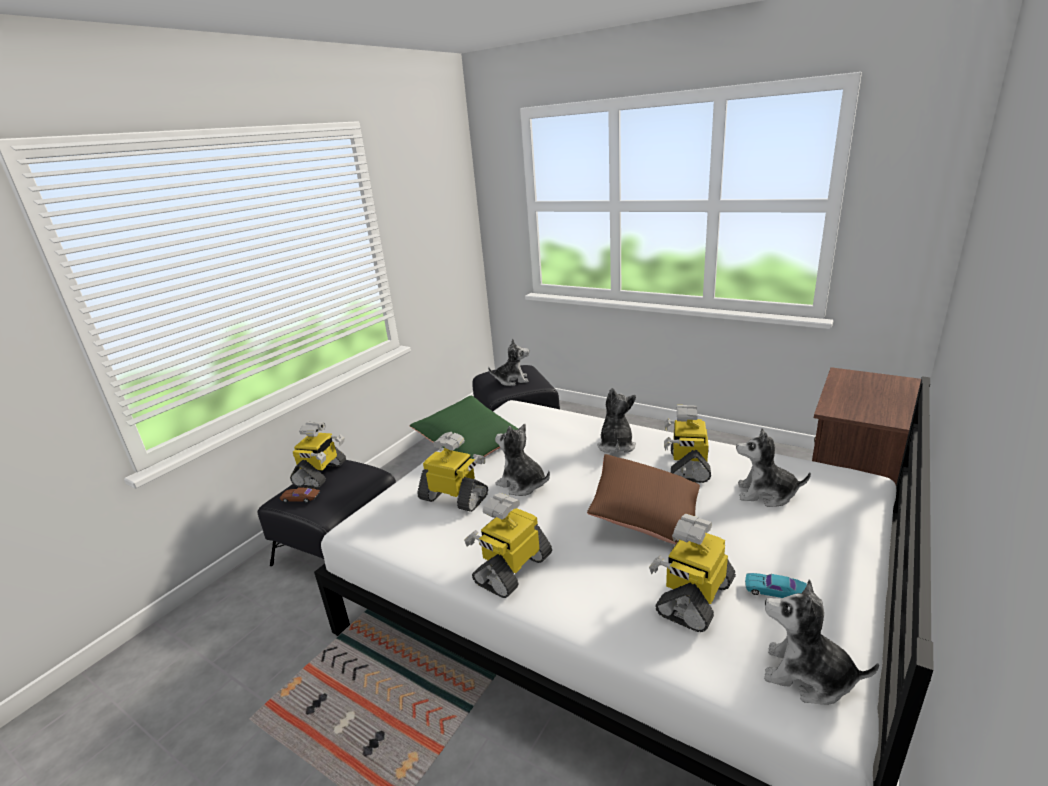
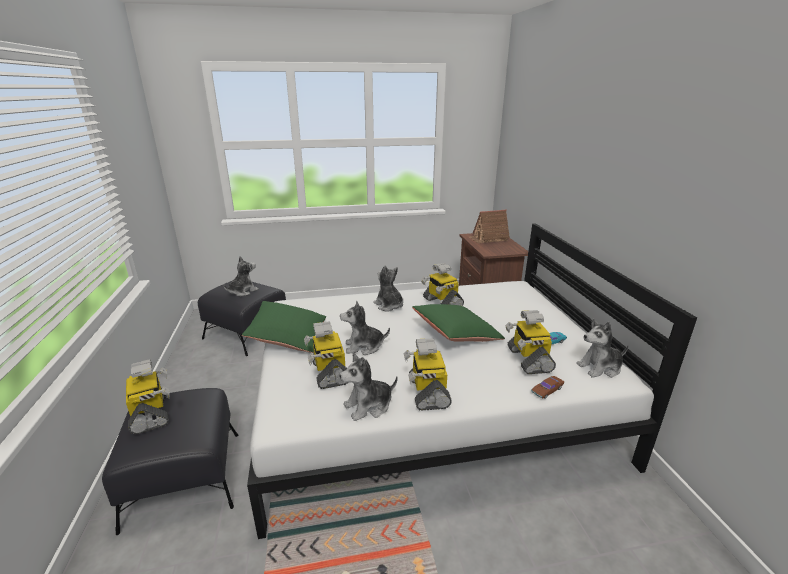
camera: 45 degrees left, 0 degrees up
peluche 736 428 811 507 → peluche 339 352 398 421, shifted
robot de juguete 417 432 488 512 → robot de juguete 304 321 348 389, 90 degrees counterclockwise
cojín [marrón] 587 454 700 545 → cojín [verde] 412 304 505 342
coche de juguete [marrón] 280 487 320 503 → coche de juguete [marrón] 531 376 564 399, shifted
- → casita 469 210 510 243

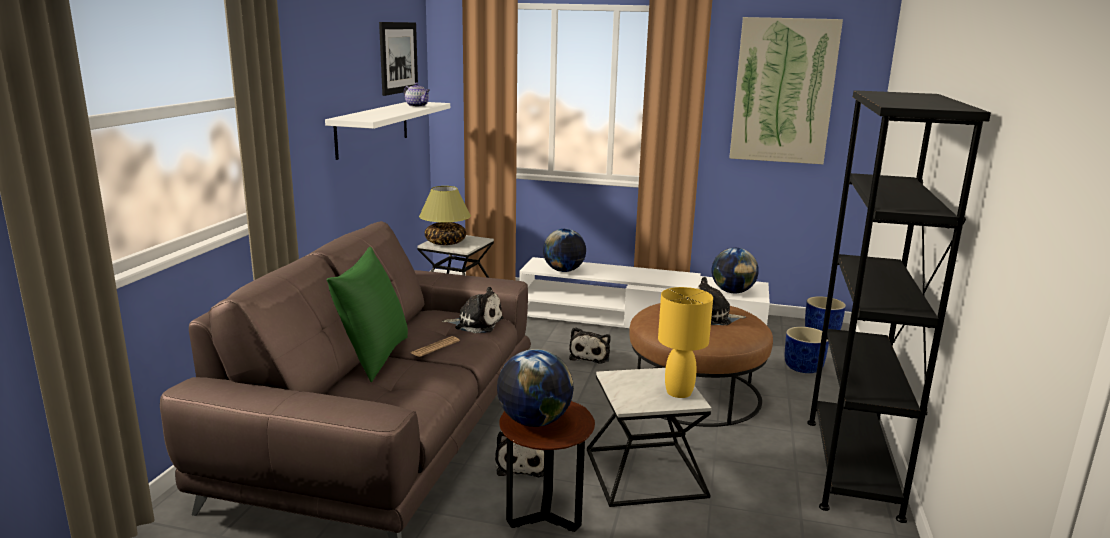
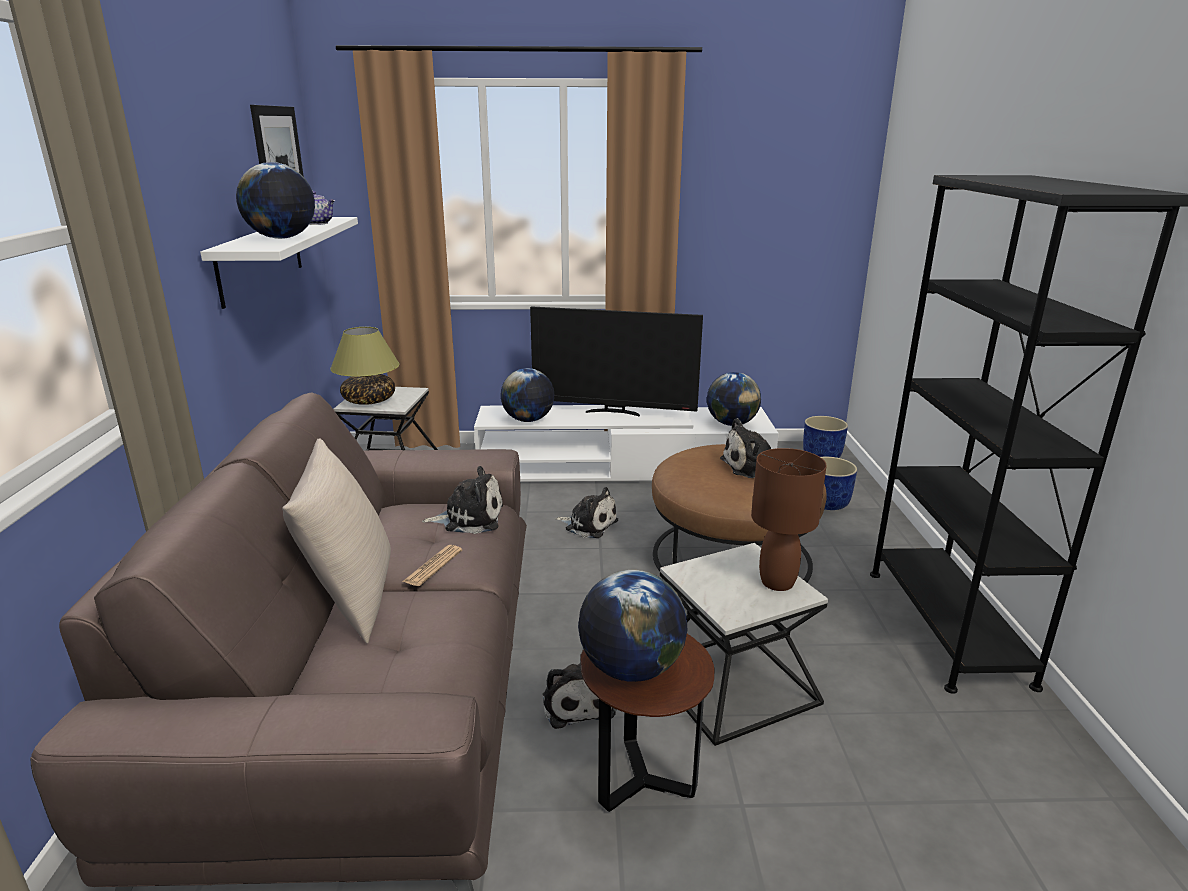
camera: 15 degrees left, 5 degrees up
cuadro 729 17 843 164 → -
cojín [verde] 327 247 408 382 → cojín [beis] 282 438 391 644
lámpara de mesa [amarillo] 658 287 713 398 → lámpara de mesa [marrón] 751 448 827 591
peluche 569 327 611 364 → peluche 555 487 618 538, 60 degrees counterclockwise
- → globo terráqueo 236 162 315 239
- → televisor 530 306 703 417

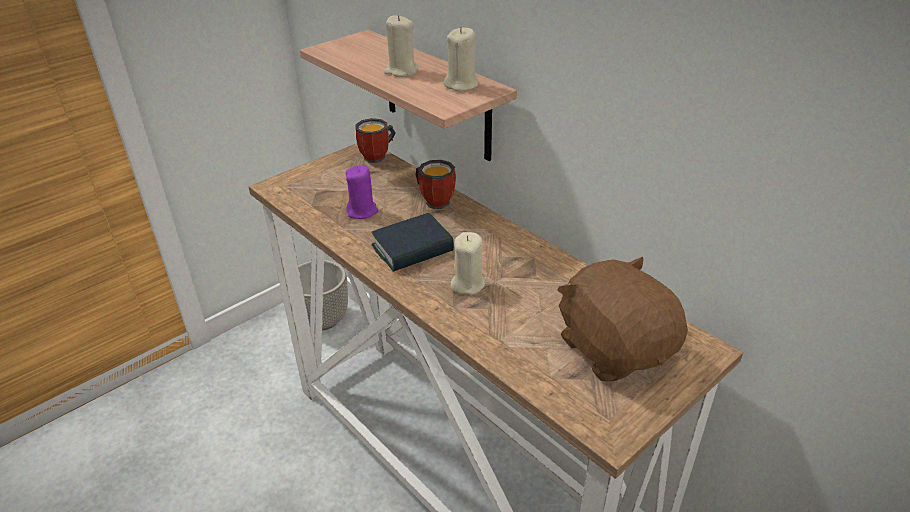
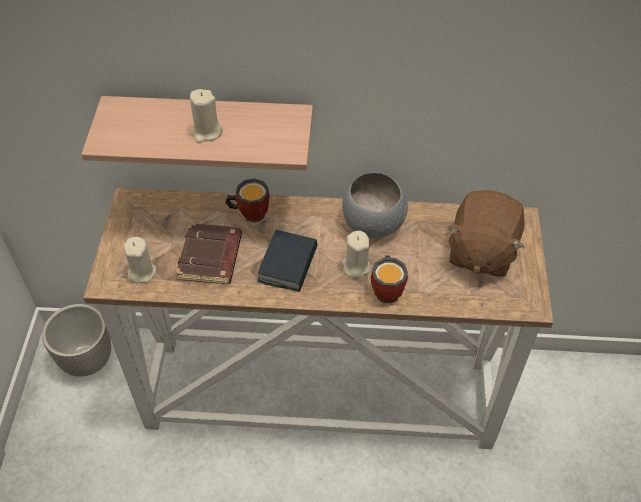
camera: 45 degrees left, 15 degrees up
vela [beis] 444 27 478 91 → vela [beis] 124 237 156 283, shifted
taza grande 356 118 396 163 → taza grande 371 255 408 304, shifted
vela [morado] 346 165 378 219 → libro [marrón] 176 223 242 284
peluche [marrón] 558 257 688 382 → peluche [marrón] 447 190 525 277, 90 degrees counterclockwise
- → cuenco [gris] 342 172 408 238

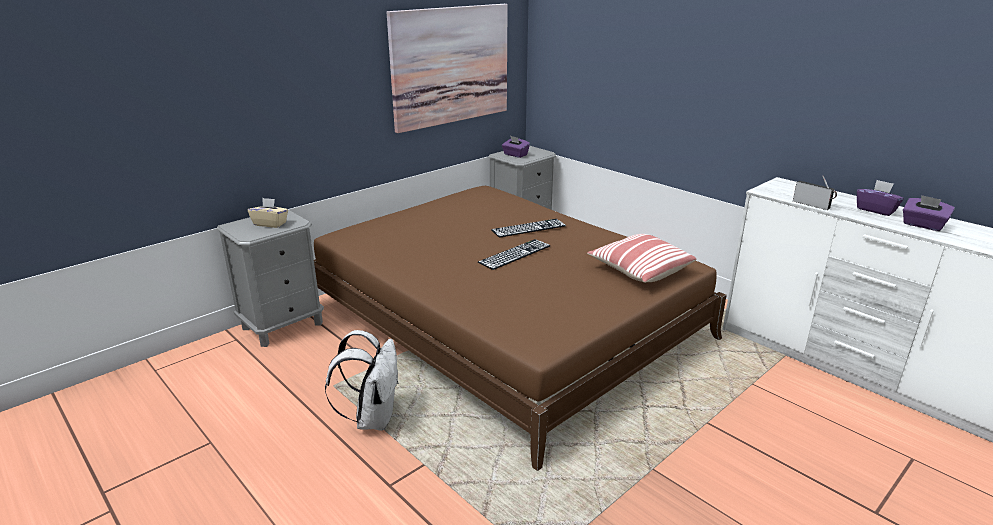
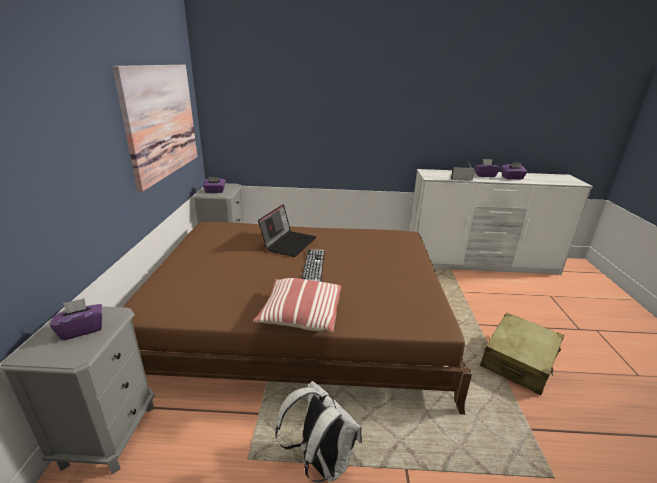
camera: 45 degrees left, 0 degrees up
caja de pañuelos [beis] 248 198 288 228 → caja de pañuelos [morado] 50 298 102 340
teclado 491 219 566 238 → portátil 258 204 316 257
cojín 587 234 697 283 → cojín 253 278 341 333, shifted
- → maleta [beis] 480 312 564 395

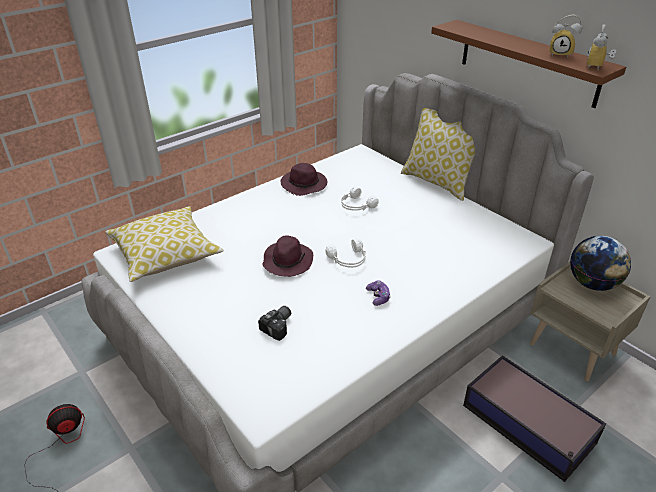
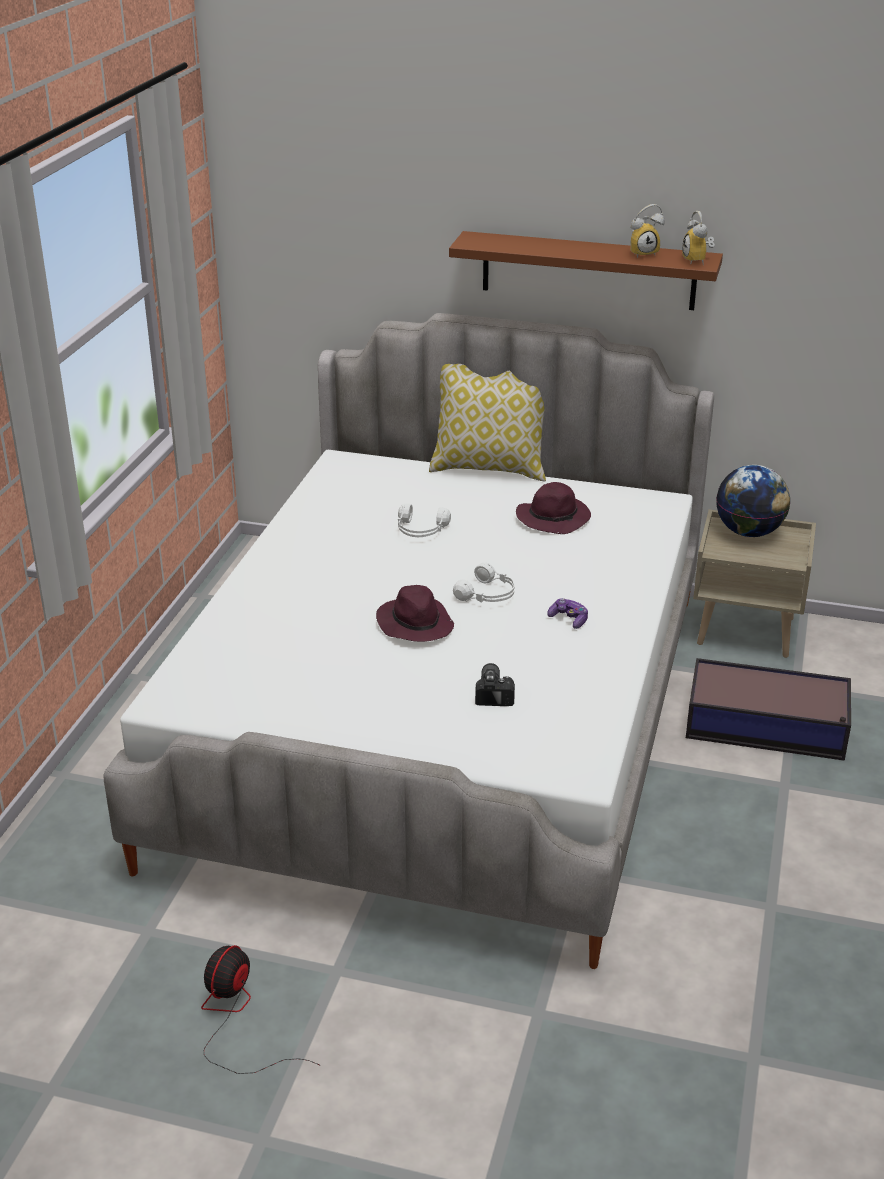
camera: 35 degrees left, 5 degrees down
sombrero [morado] 280 163 327 196 → sombrero [morado] 516 482 591 534, shifted
cojín 105 206 224 282 → -

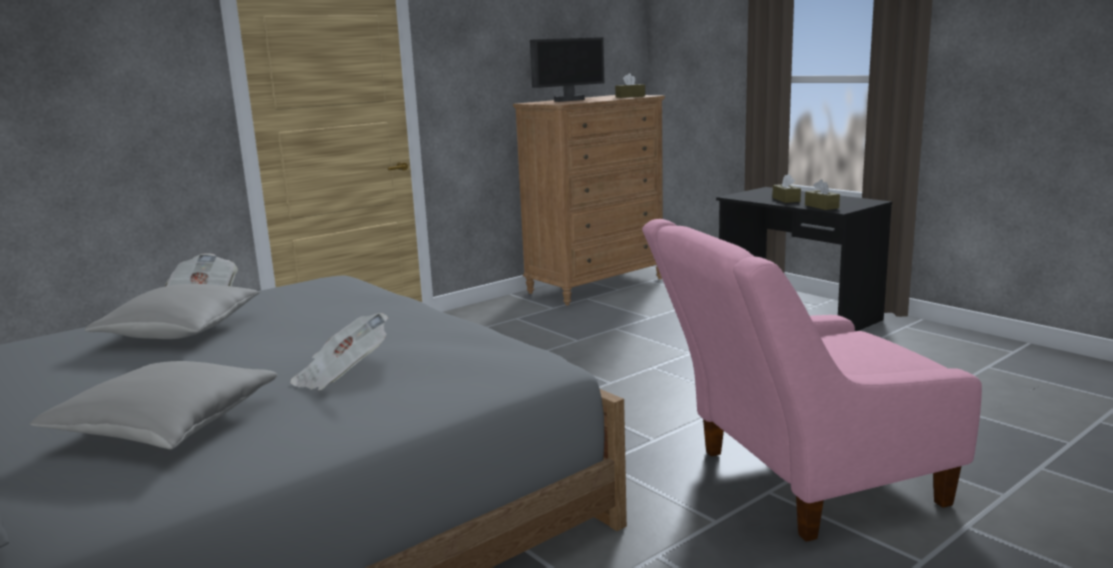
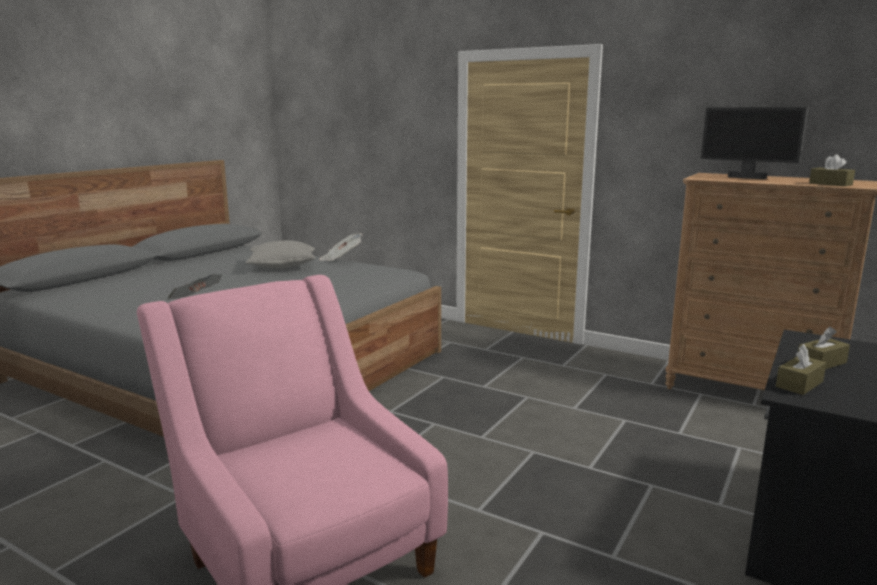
camera: 70 degrees right, 0 degrees up
cojín [gris] 29 361 278 450 → -

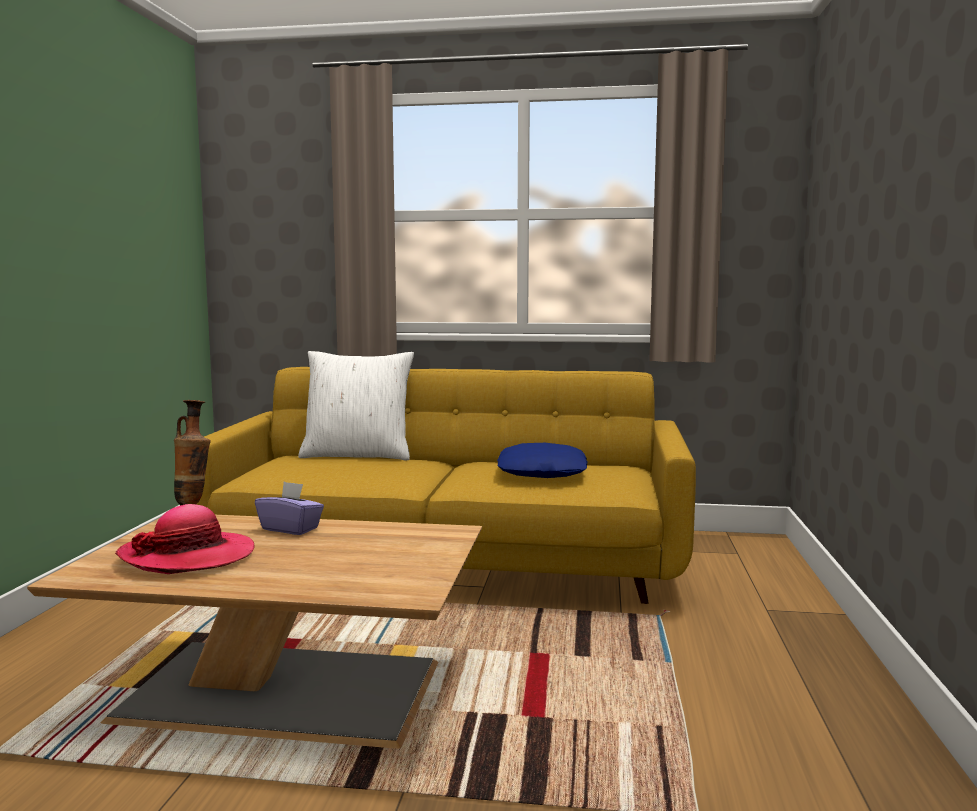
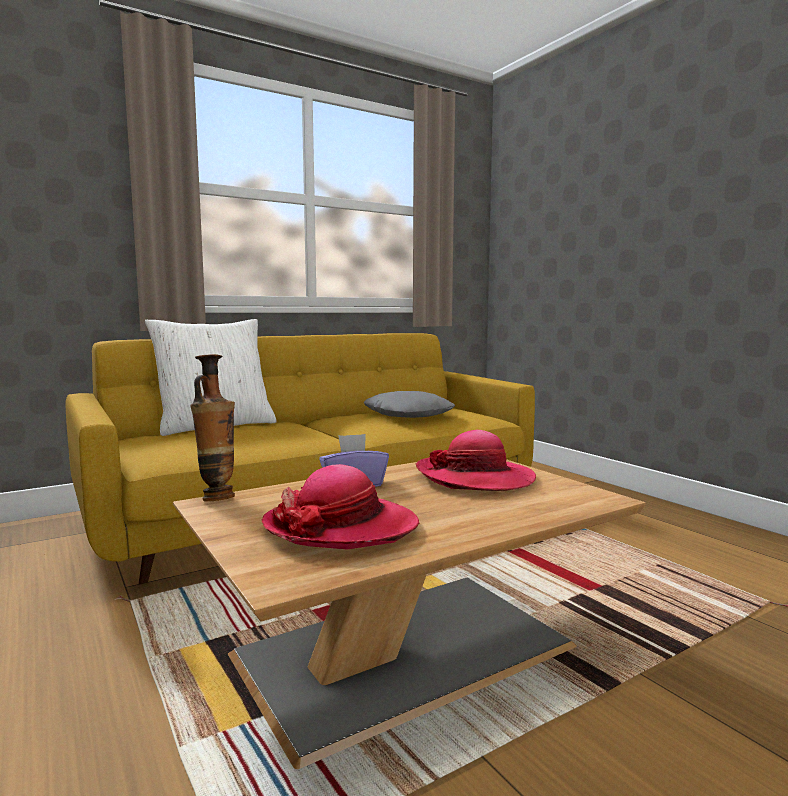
camera: 40 degrees left, 0 degrees up
cojín [azul] 497 443 588 478 → cojín [gris] 364 391 455 418
- → sombrero 415 430 536 491

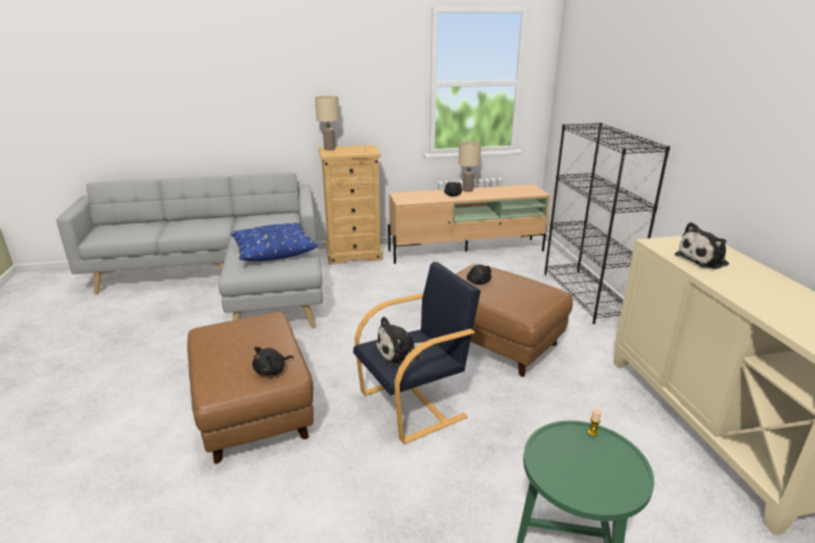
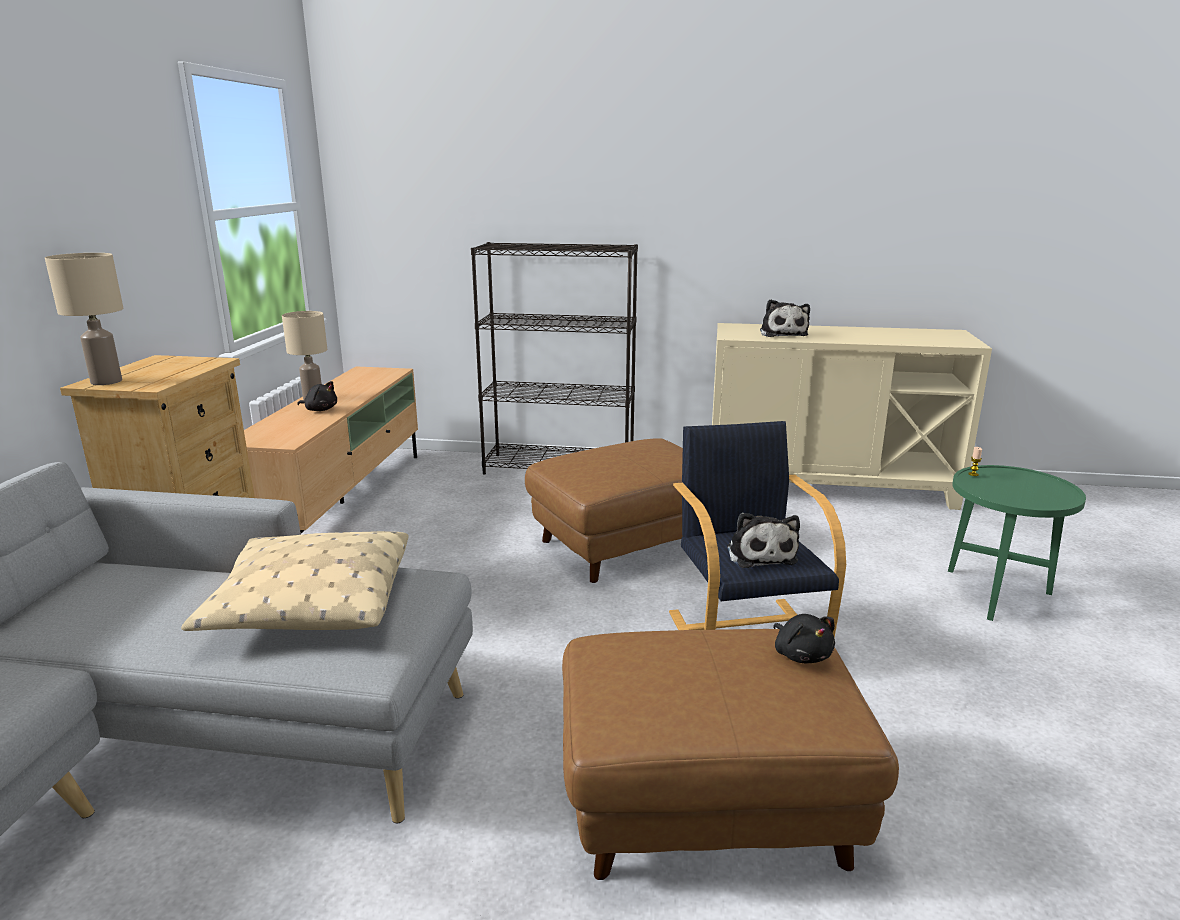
camera: 70 degrees left, 5 degrees down
cojín [azul] 230 223 318 261 → cojín [beis] 181 531 409 631
peluche [negro] 467 265 491 285 → -

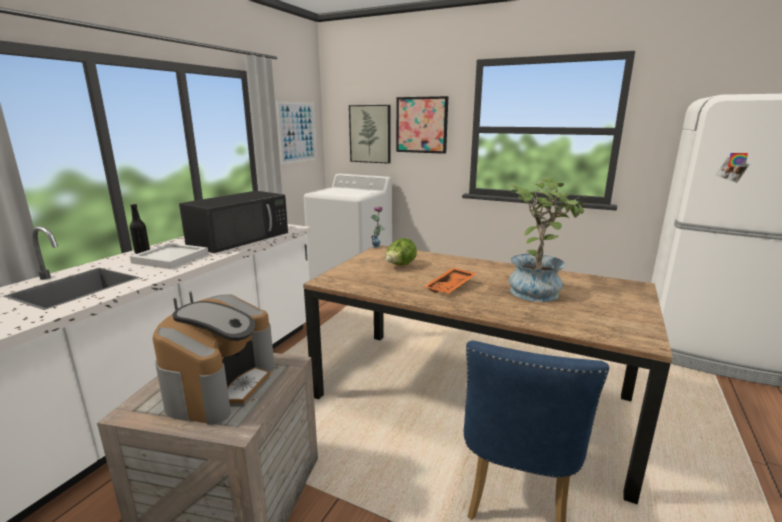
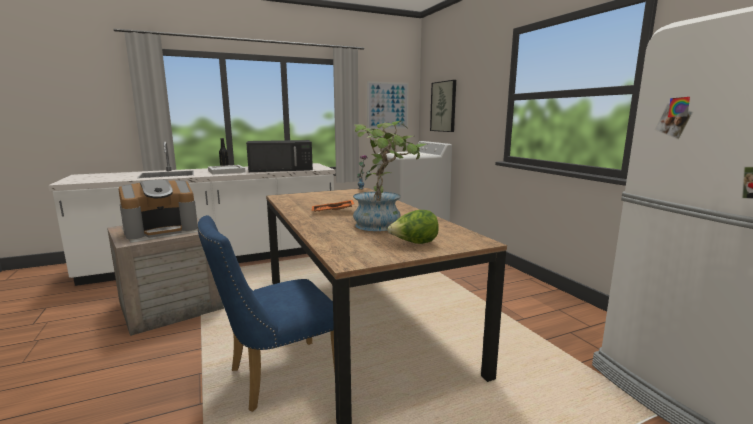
camera: 40 degrees right, 5 degrees down
cuadro 396 96 448 154 → -
lechuga 385 238 417 265 → lechuga 388 210 439 244, shifted

